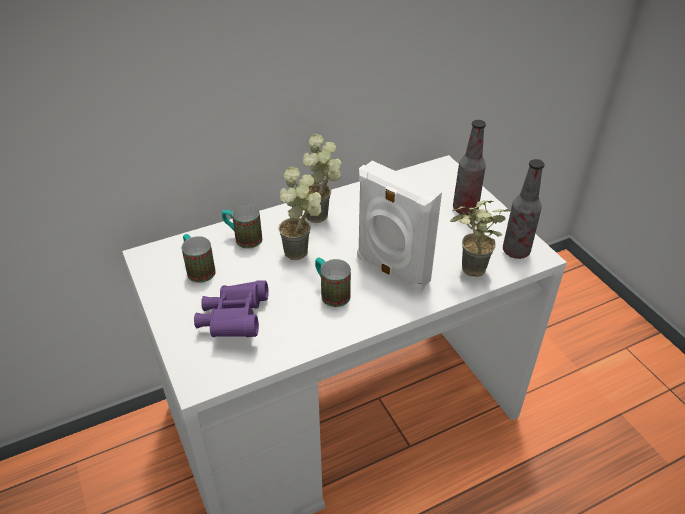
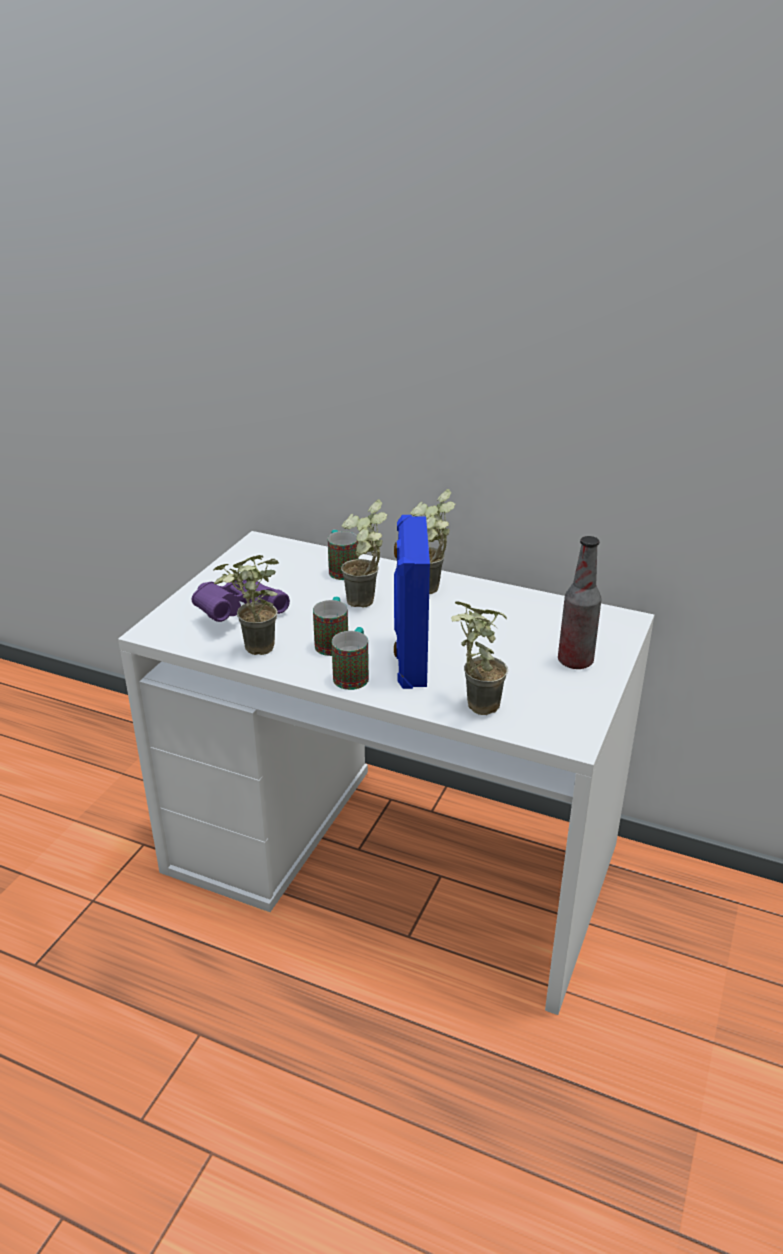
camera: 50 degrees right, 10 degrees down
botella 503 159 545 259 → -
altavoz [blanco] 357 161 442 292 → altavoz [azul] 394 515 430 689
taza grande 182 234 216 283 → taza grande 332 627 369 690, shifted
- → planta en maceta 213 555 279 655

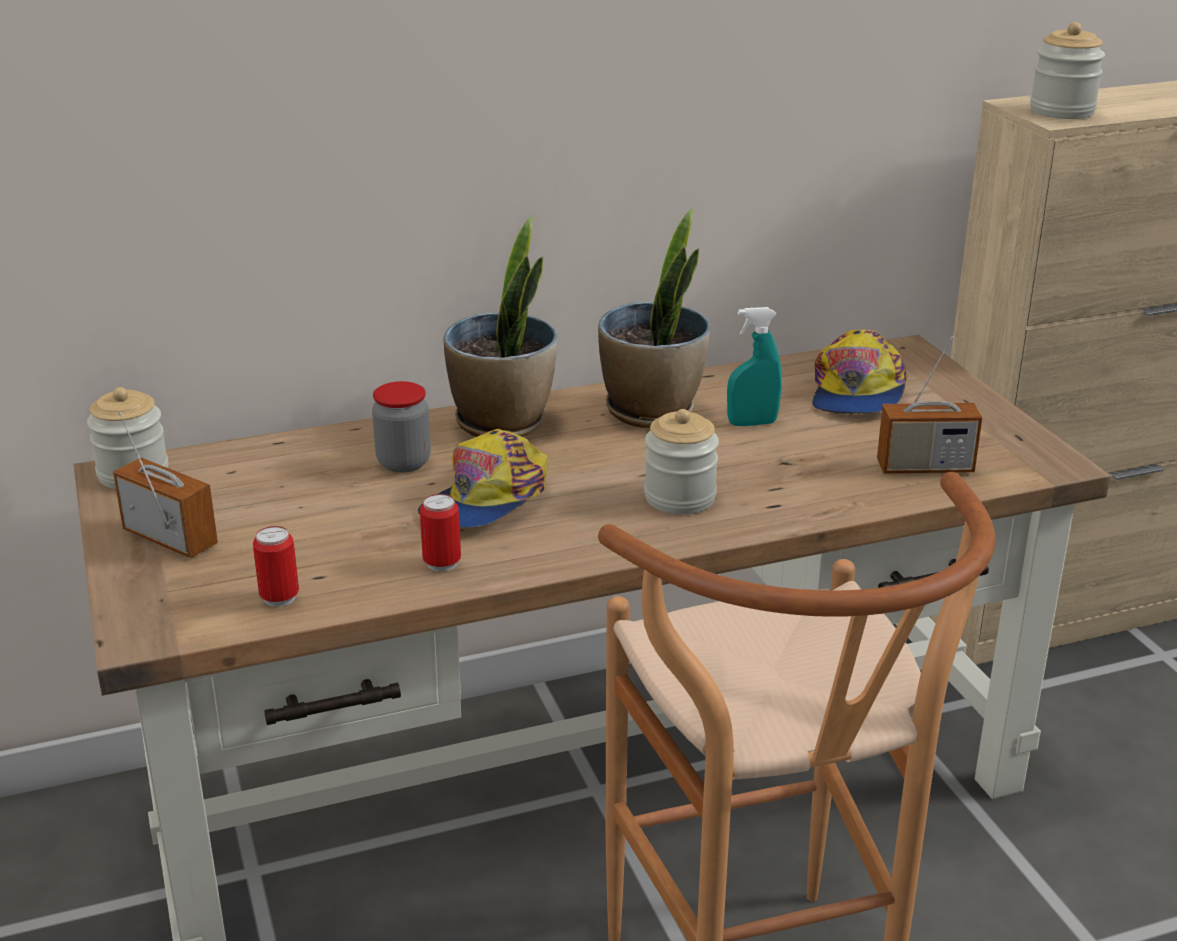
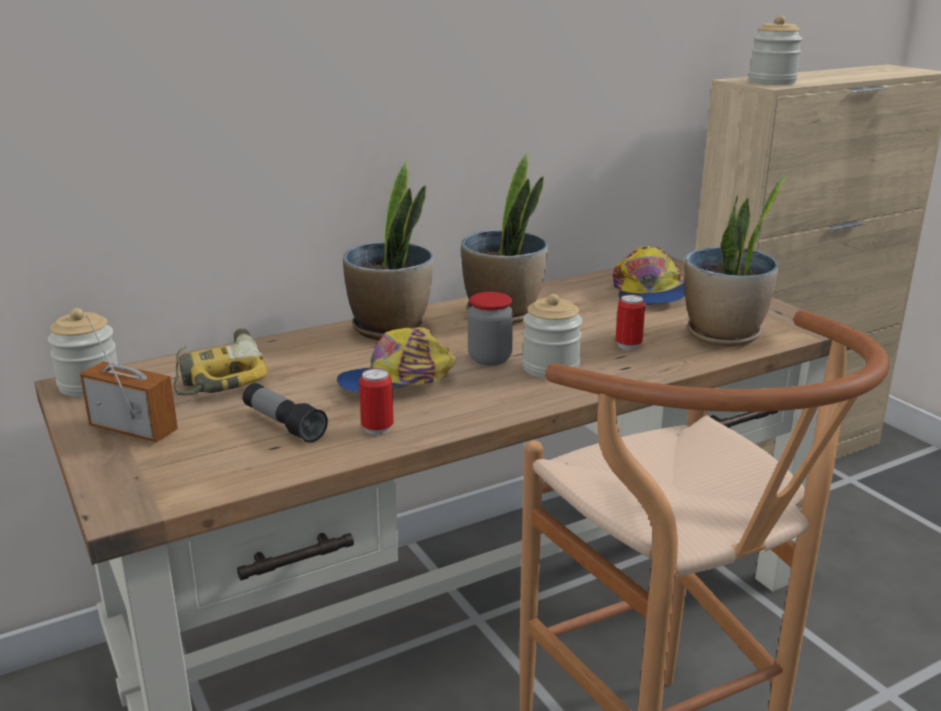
camera: 10 degrees left, 5 degrees down
pulverizador [turquesa] 727 307 782 426 → -
radio 877 336 982 474 → planta en maceta 684 176 788 346
tarro 372 381 431 473 → tarro 468 292 513 366, shifted
gorra 418 429 548 527 → gorra 337 327 456 392, 45 degrees clockwise
lata 253 526 299 607 → lata 616 294 645 350, shifted
- → taladro 173 328 267 395
- → linterna 243 383 328 443

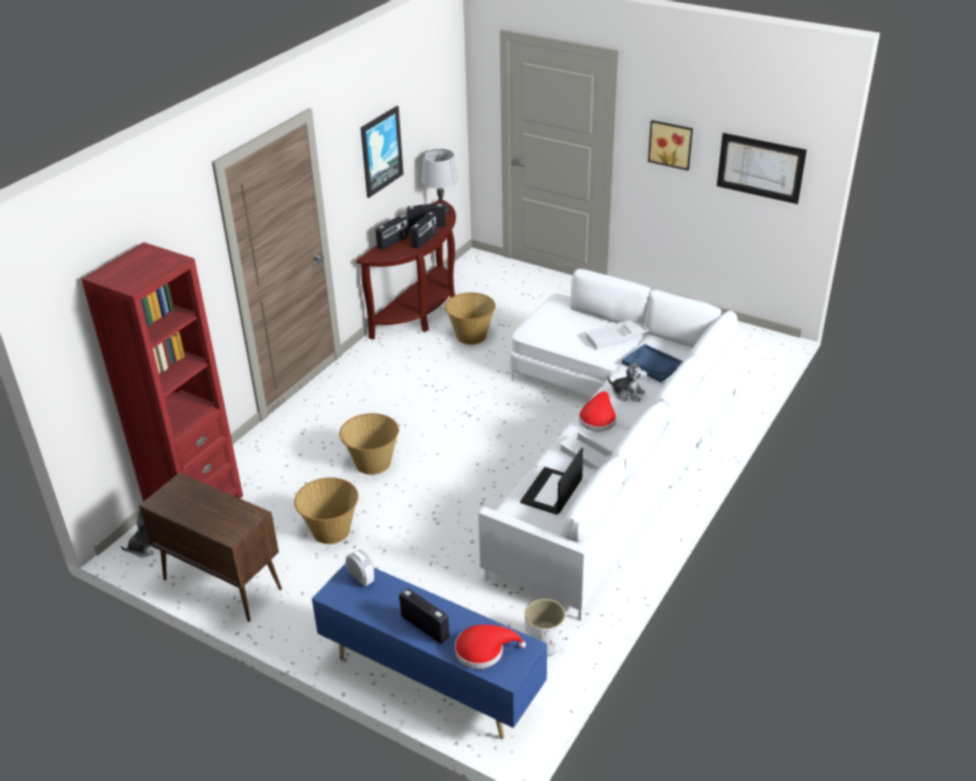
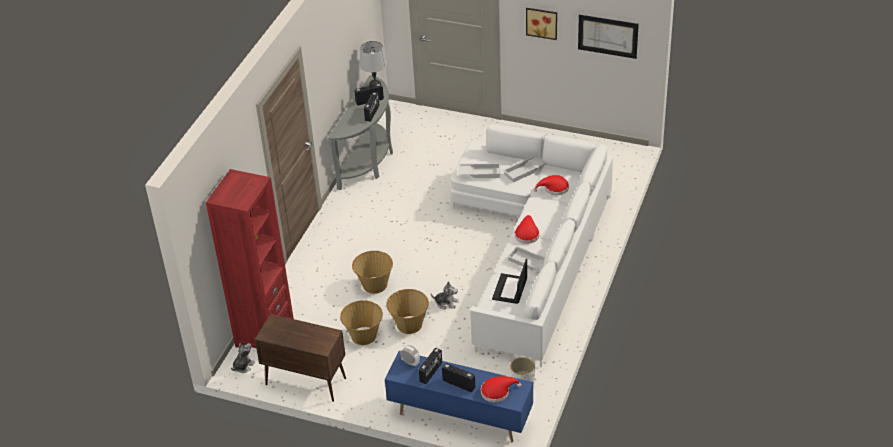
camera: 10 degrees left, 5 degrees up
cuadro 361 106 403 198 → -
mesa consola [marrón] 356 200 456 340 → mesa consola [gris] 328 75 393 190
radio 376 215 409 250 → radio 419 348 442 384, shifted
cesta 445 292 496 345 → cesta 386 289 429 334, shifted
bandeja [azul] 622 344 683 382 → sombrero [rojo] 534 175 569 195
peluche 607 360 647 402 → peluche 431 282 458 310, shifted
- → bandeja [blanco] 458 163 500 178

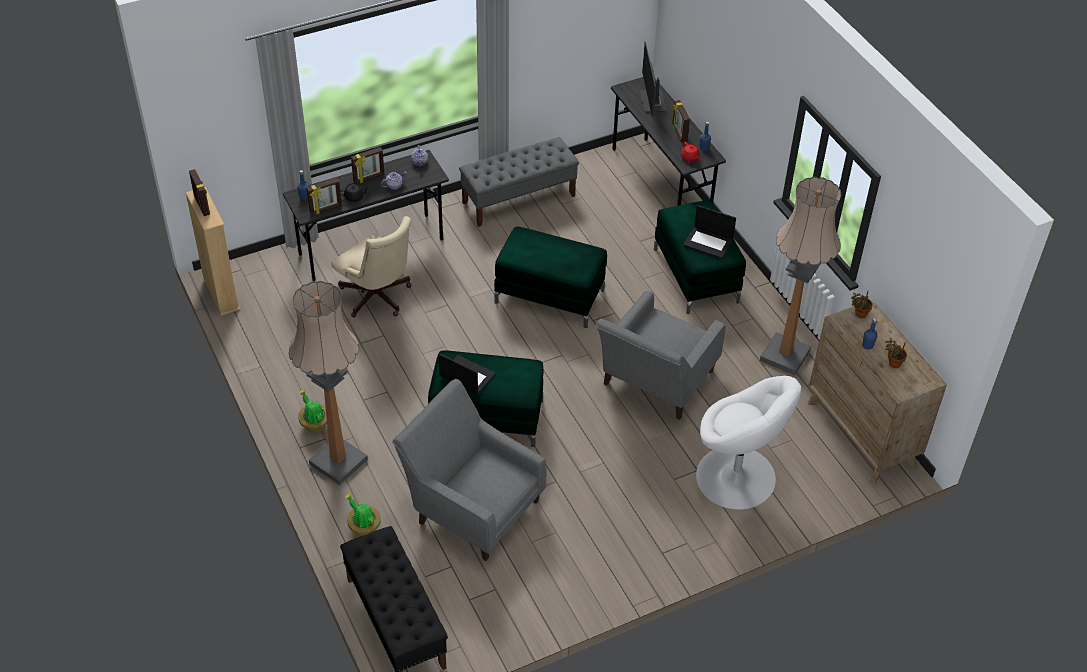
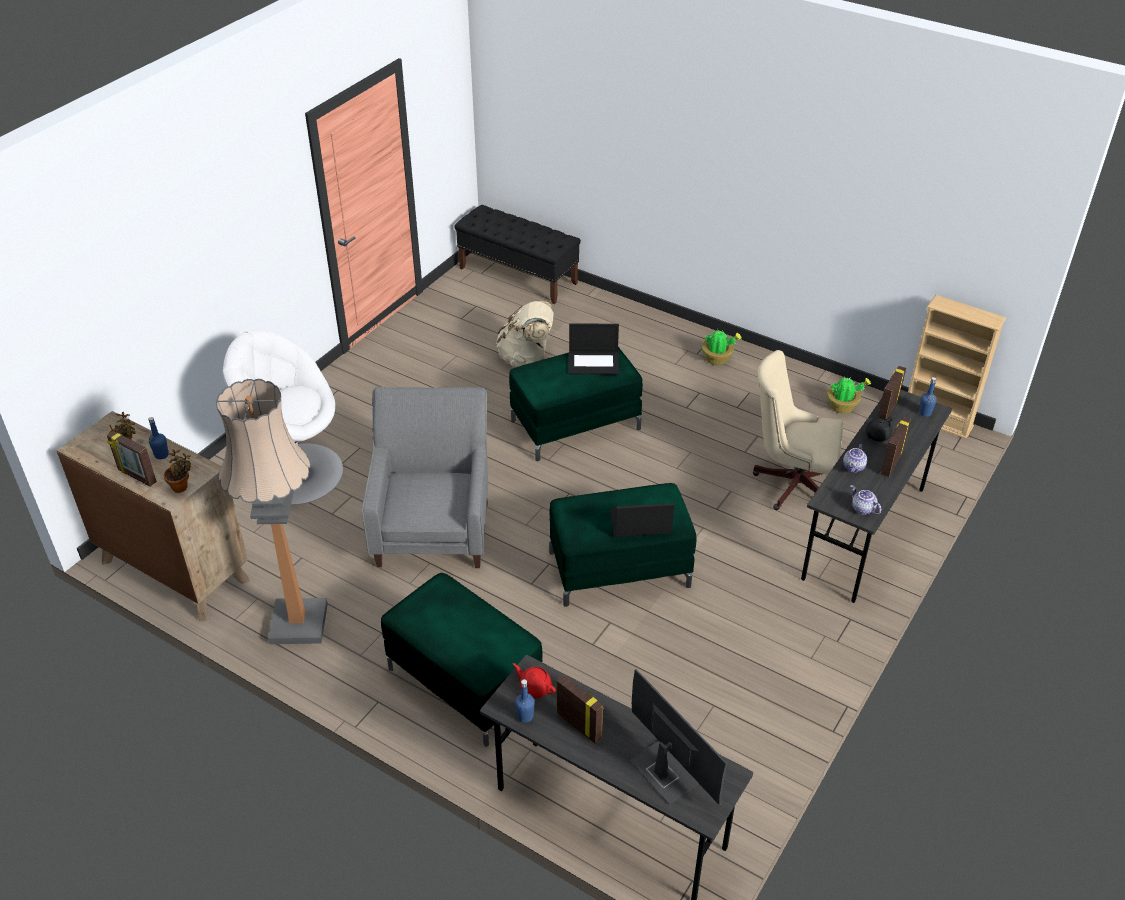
camera: 150 degrees right, 5 degrees down
banco [gris] 459 137 579 227 → -
portarretratos 189 169 210 216 → portarretratos 107 431 157 487, shifted
portátil 683 205 736 259 → portátil 610 503 674 537, shifted
lámpara de pie 289 281 368 485 → -
sillón [gris] 392 379 546 561 → mochila [beis] 496 301 554 367
planta en maceta 345 493 381 536 → planta en maceta 827 376 871 414, shifted

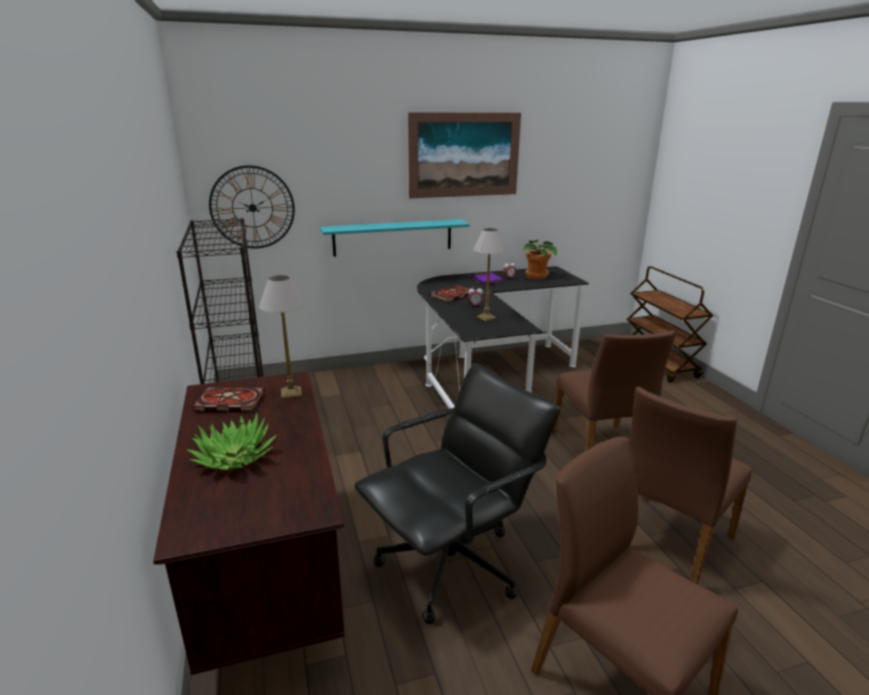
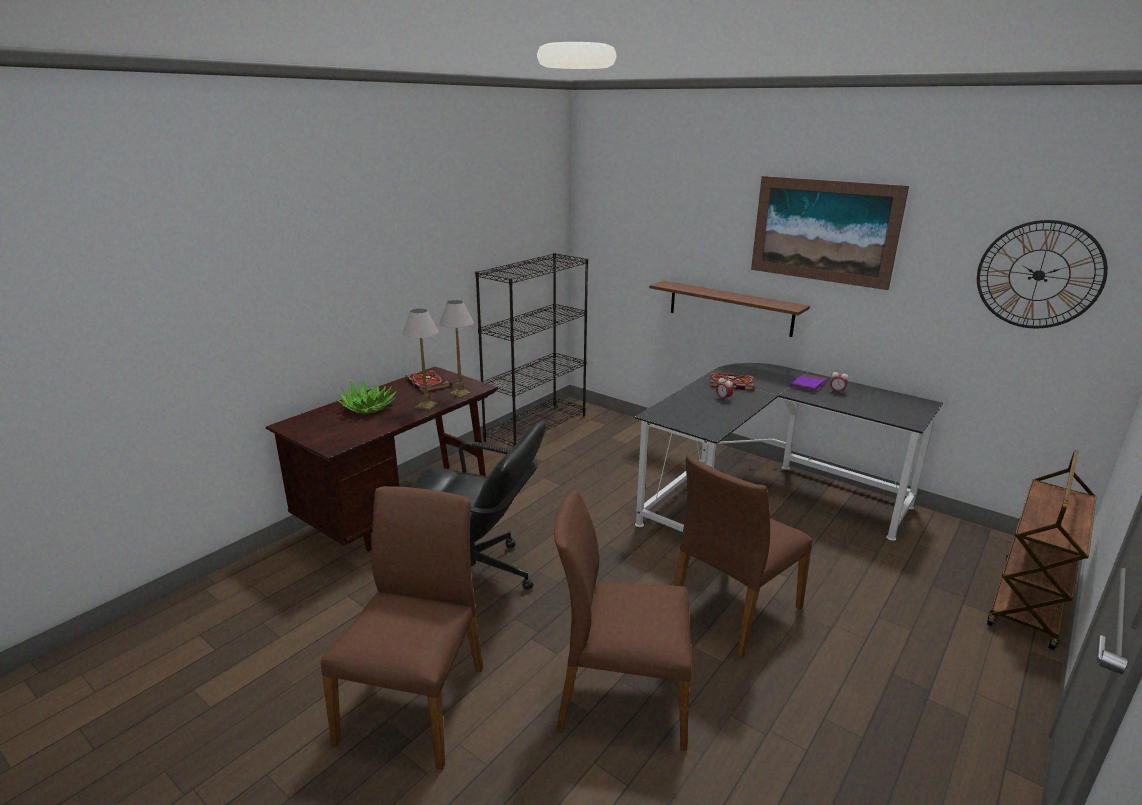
camera: 55 degrees right, 0 degrees up
reloj de pared 209 165 295 248 → reloj de pared 977 220 1108 328, shifted
estante [turquesa] 320 219 470 257 → estante [marrón] 649 281 810 337
lámpara de mesa 473 228 506 321 → lámpara de mesa 402 309 439 410, shifted
planta en maceta 523 240 557 280 → -

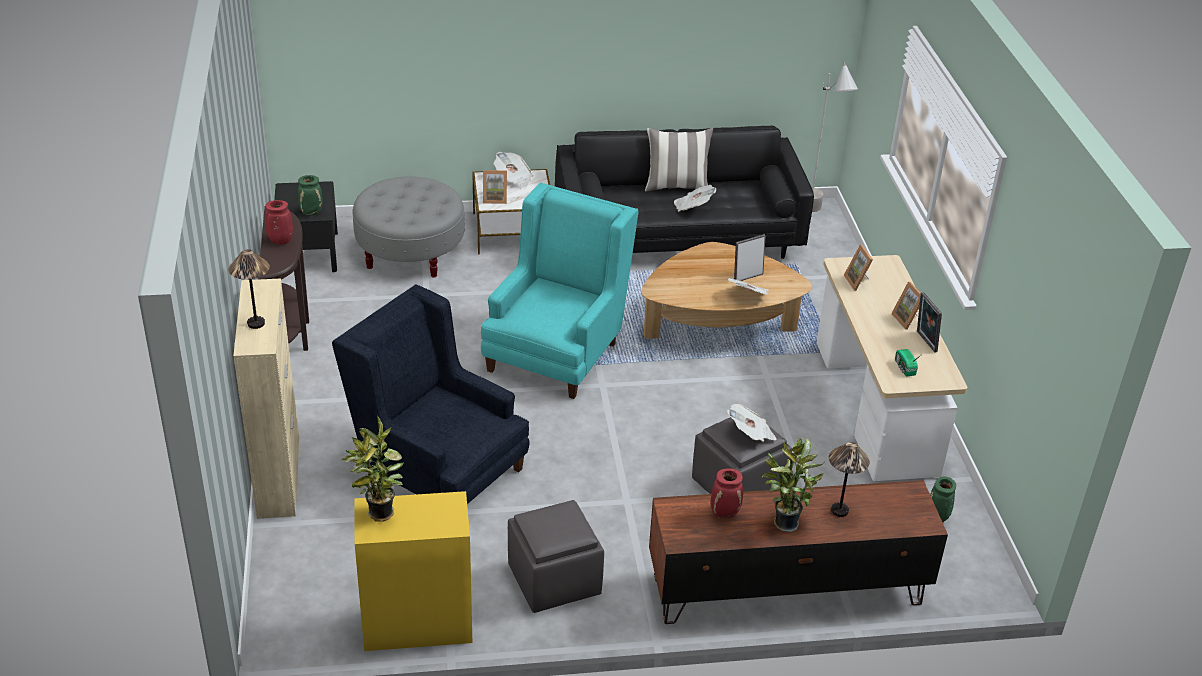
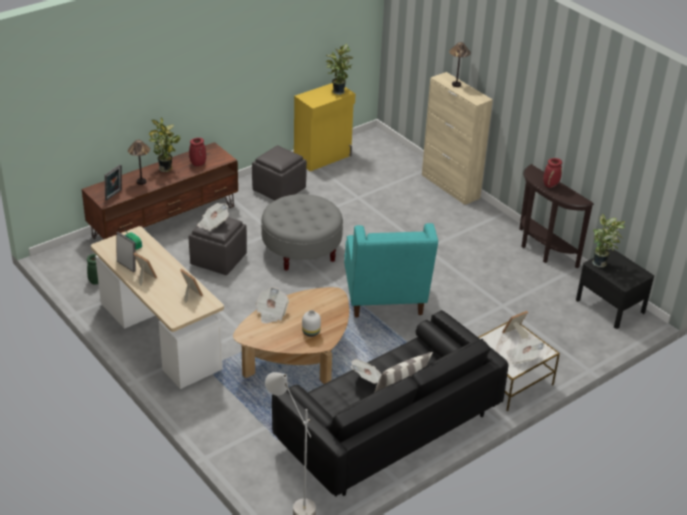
camera: 150 degrees right, 0 degrees up
florero [verde] 298 175 323 216 → planta en maceta 592 213 625 267
puf [gris] 352 176 465 278 → puf [gris] 261 194 343 271, shifted
portarretratos 734 234 766 281 → portarretratos 105 164 122 201, shifted
sillón [azul] 332 284 530 504 → -
- → florero [blanco] 302 310 321 337

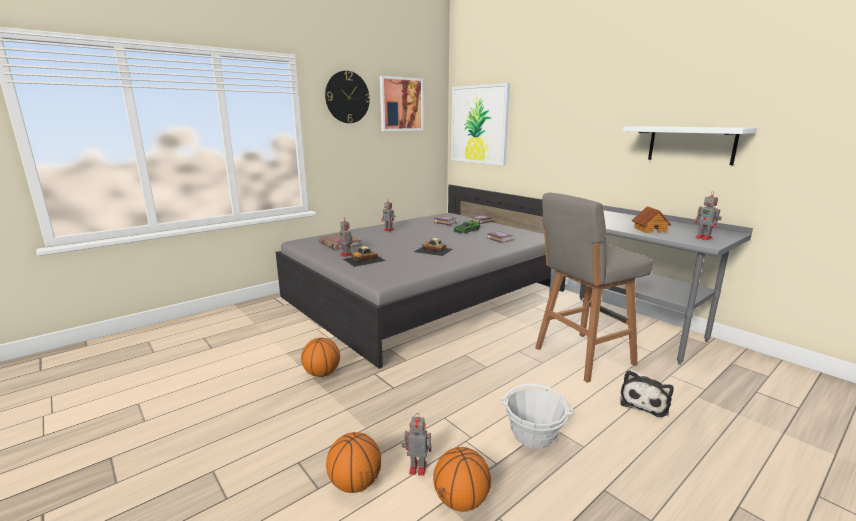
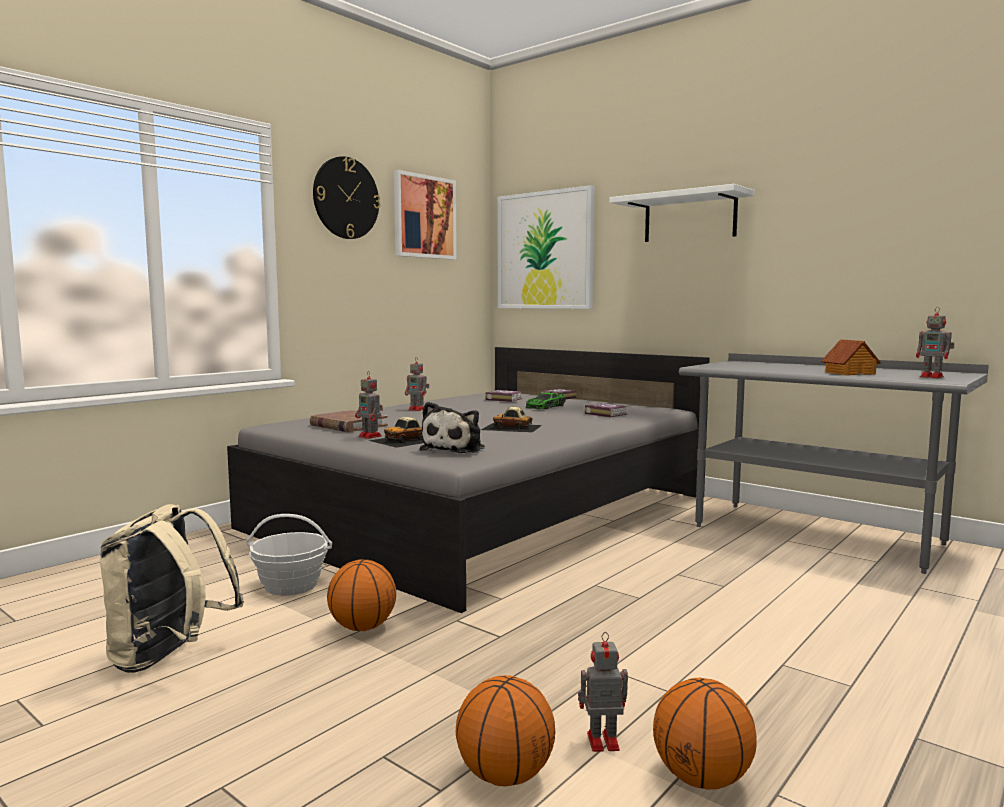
camera: 10 degrees left, 10 degrees down
estante [blanco] 623 126 757 165 → estante [blanco] 609 184 755 242, shifted
taburete [gris] 535 193 653 383 → -
peluche 620 370 674 417 → peluche 420 402 485 453, shifted
cesta 500 383 574 449 → cesta 246 514 332 596, shifted
- → mochila [beis] 100 504 244 673

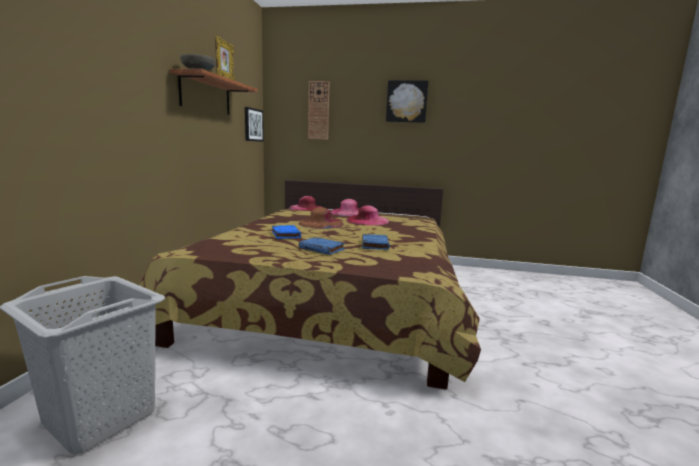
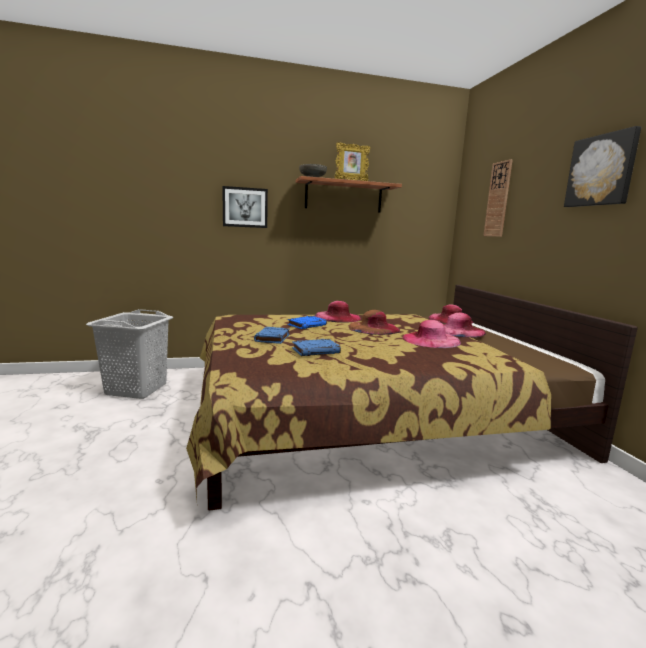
camera: 65 degrees right, 0 degrees up
cuadro 245 107 264 142 → cuadro 222 186 268 228, shifted
- → sombrero [rosa] 315 301 361 323

